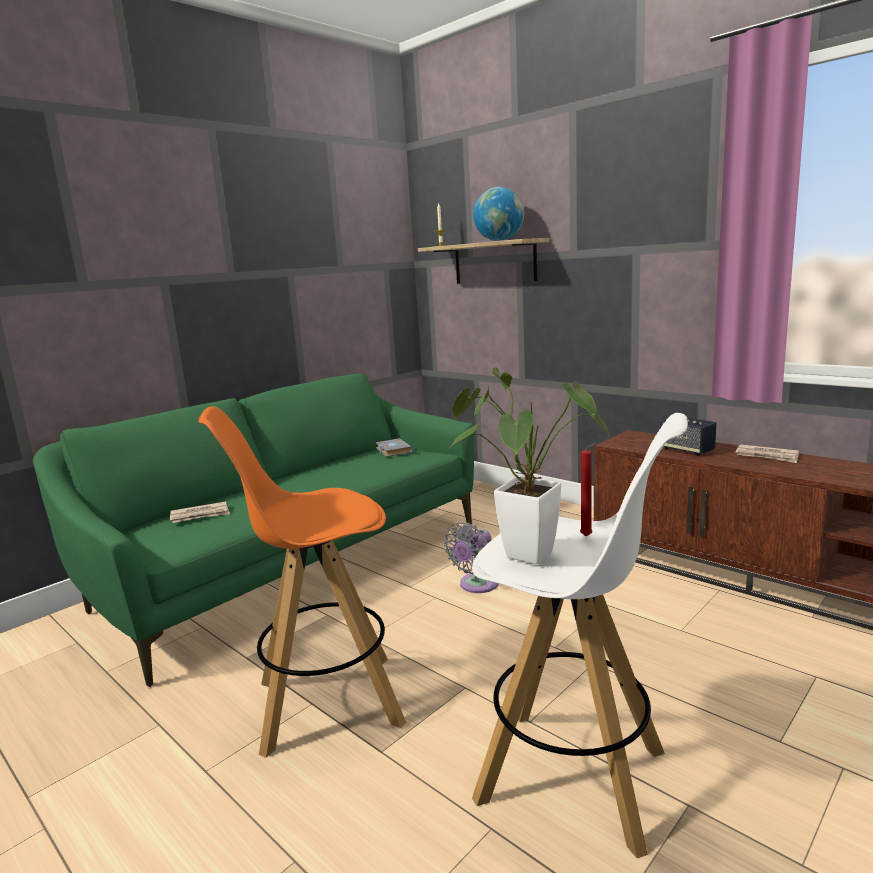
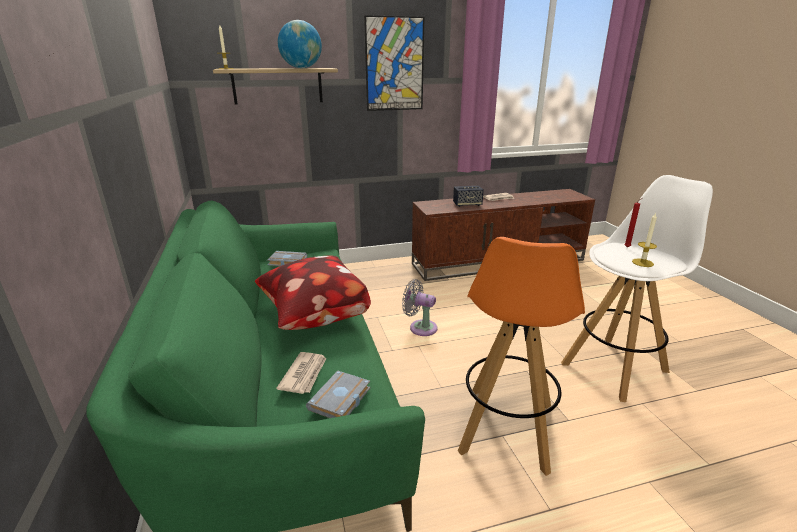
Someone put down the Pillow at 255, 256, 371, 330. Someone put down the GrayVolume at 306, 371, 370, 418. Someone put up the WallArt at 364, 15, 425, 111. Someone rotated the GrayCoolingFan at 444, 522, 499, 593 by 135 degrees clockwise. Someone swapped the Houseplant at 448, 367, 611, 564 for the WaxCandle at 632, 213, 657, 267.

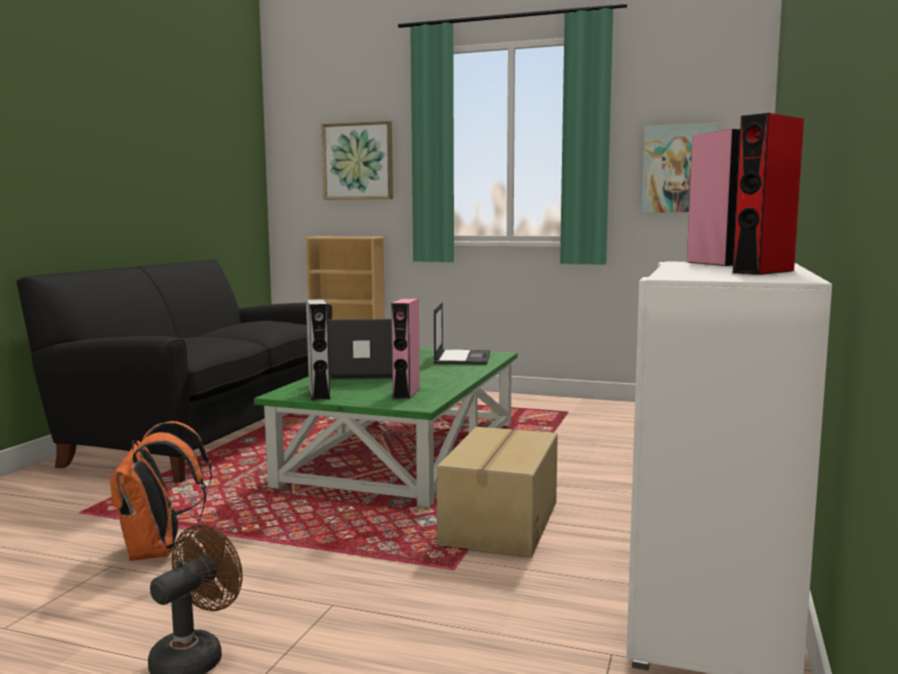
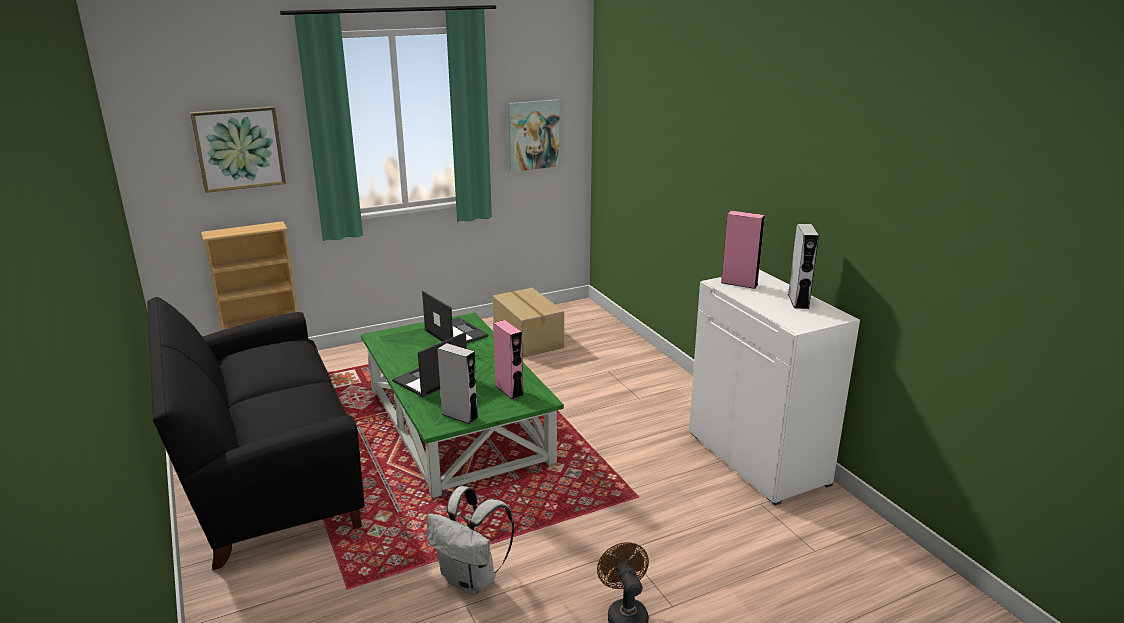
Someone repainted the OrangeyKnapsack at 110, 421, 212, 561, which became the WhiteKnapsack at 427, 486, 514, 595. Someone carried the PackingBox from 437, 427, 558, 558 to 493, 288, 564, 357. Someone repainted the RedLoudspeaker at 733, 113, 804, 275, which became the GrayLoudspeaker at 788, 224, 819, 309.

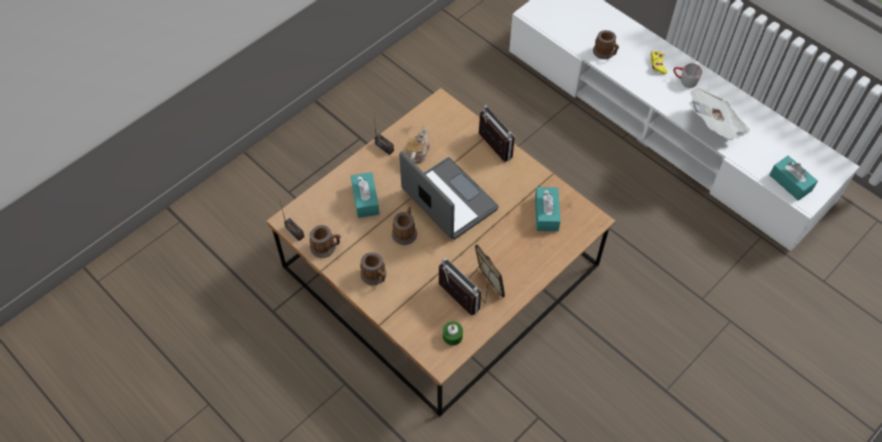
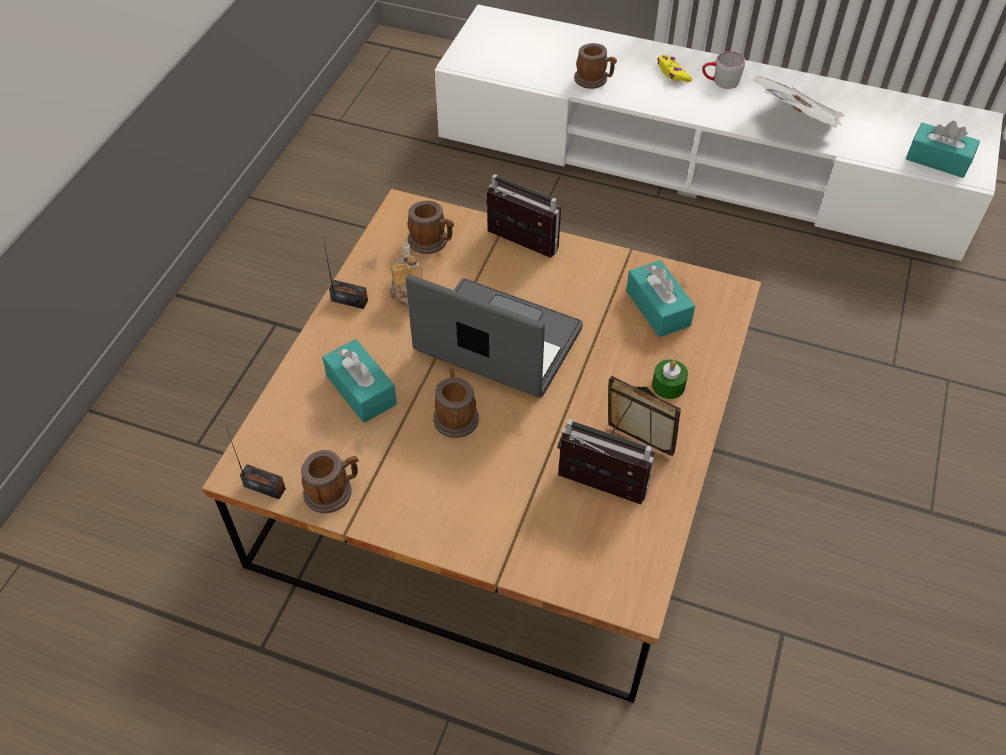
Someone carried the Mug from 360, 252, 386, 285 to 407, 200, 454, 254. Someone carried the GreenishWaxCandle from 443, 321, 463, 346 to 652, 359, 688, 399.

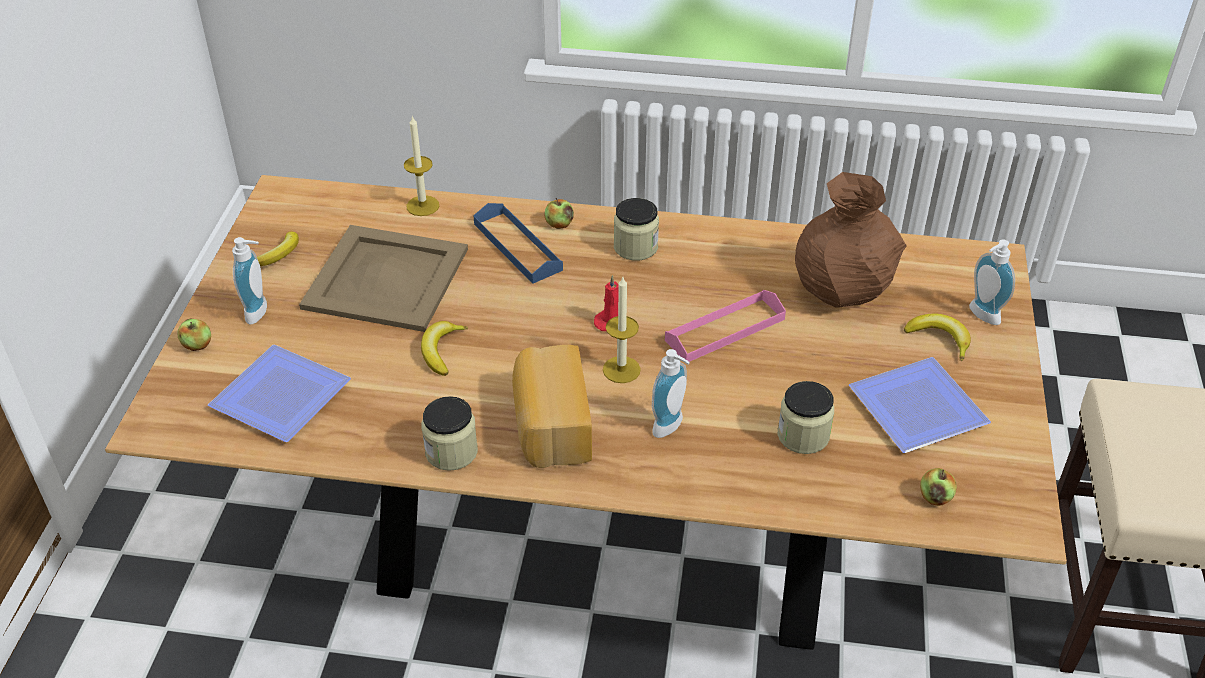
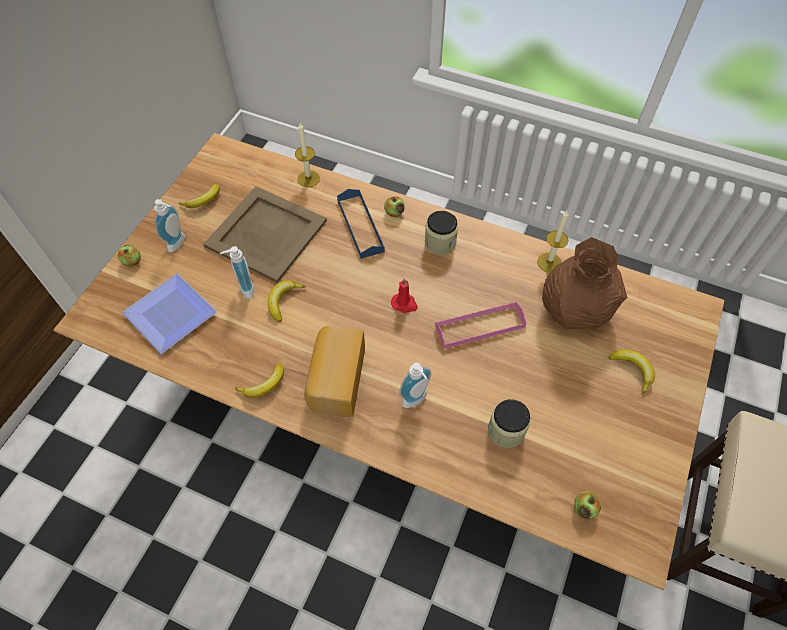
Someone carried the SoapDispenser from 969, 240, 1015, 325 to 220, 246, 254, 299. Someone swapped the PreserveJar at 421, 396, 478, 471 for the Banana at 235, 363, 284, 398. Someone carried the WaxCandle from 603, 277, 641, 383 to 537, 210, 569, 273. Someone took away the FlatDish at 849, 357, 991, 453.

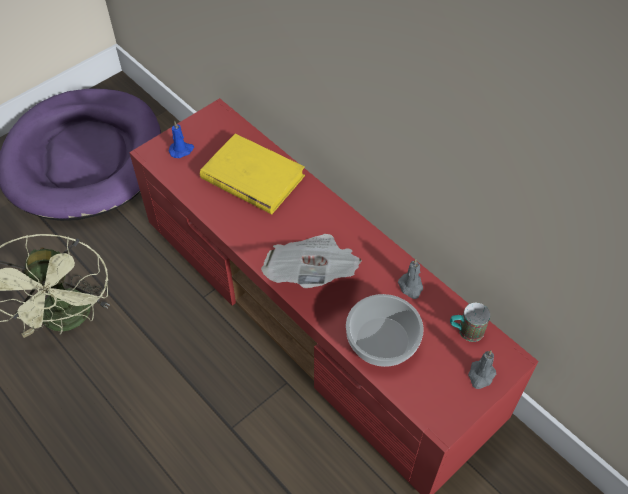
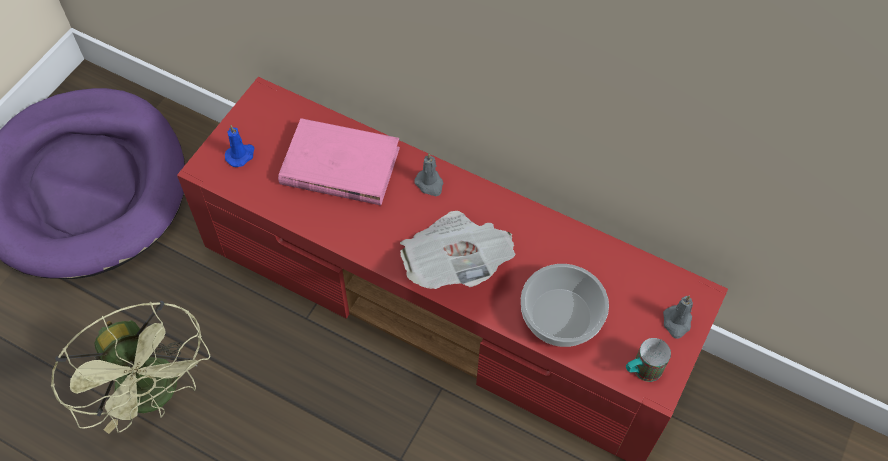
Someone repainted the YellowColouredVolume at 200, 133, 305, 214, which became the PinkishVolume at 278, 118, 400, 205. Someone carried the GrayWaxCandle from 398, 259, 423, 299 to 415, 153, 443, 196. Someone carried the Mug from 450, 303, 490, 342 to 626, 338, 671, 382.

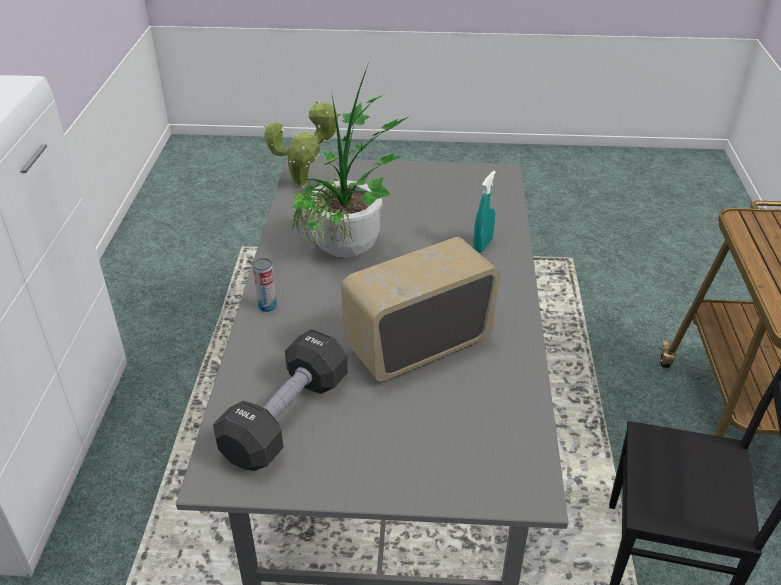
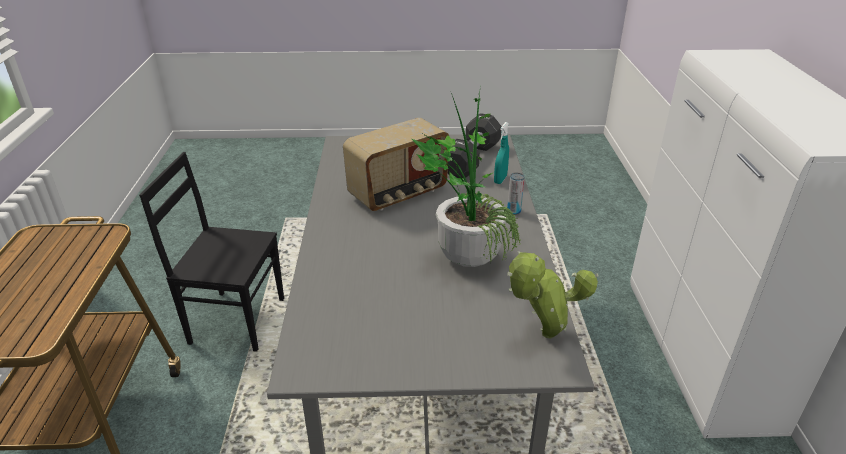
Someone carried the TurquoiseSprayBottle from 473, 171, 496, 253 to 494, 122, 509, 184.

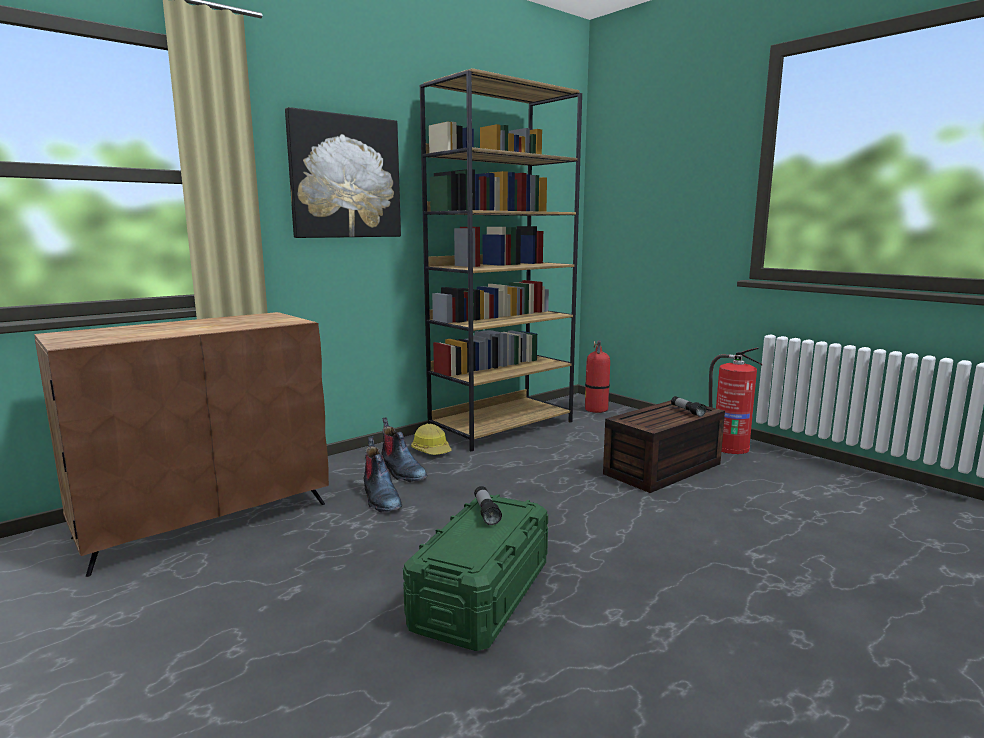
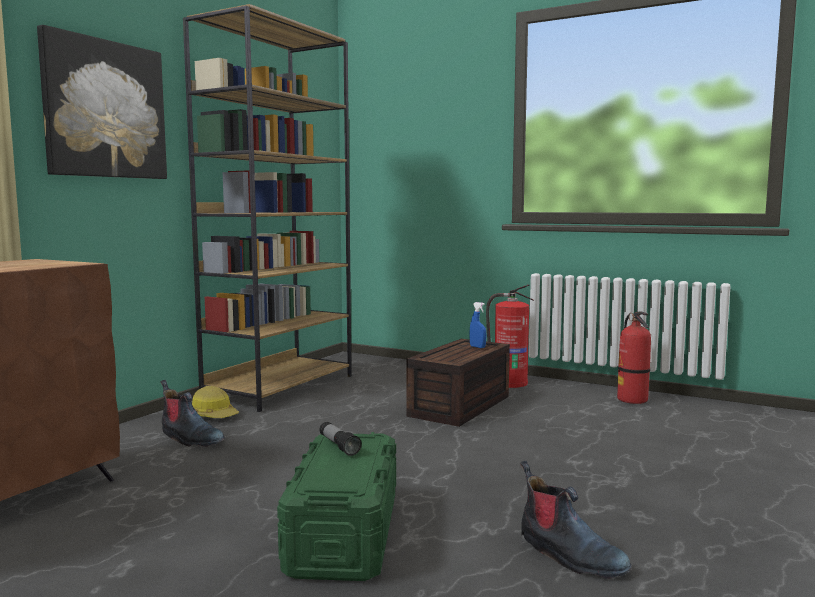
Someone swapped the Torch at 671, 396, 706, 417 for the BlueSprayBottle at 469, 302, 486, 348. Someone carried the Boot from 364, 436, 402, 512 to 520, 461, 632, 579. Someone carried the FireFightingCylinder from 585, 340, 610, 413 to 617, 312, 651, 404.

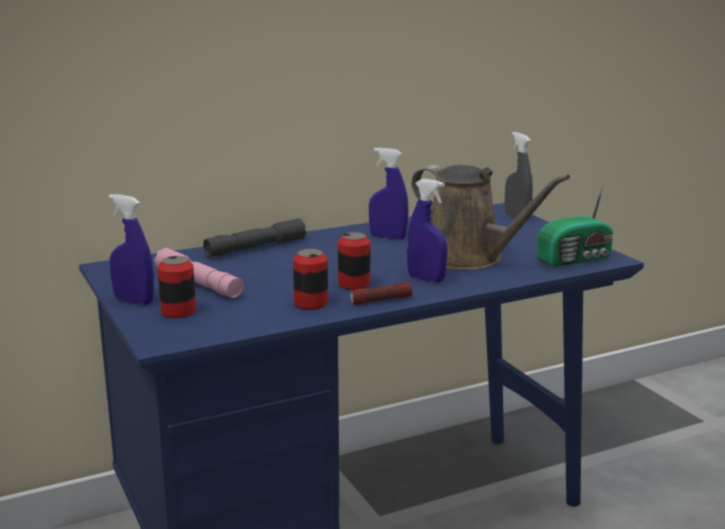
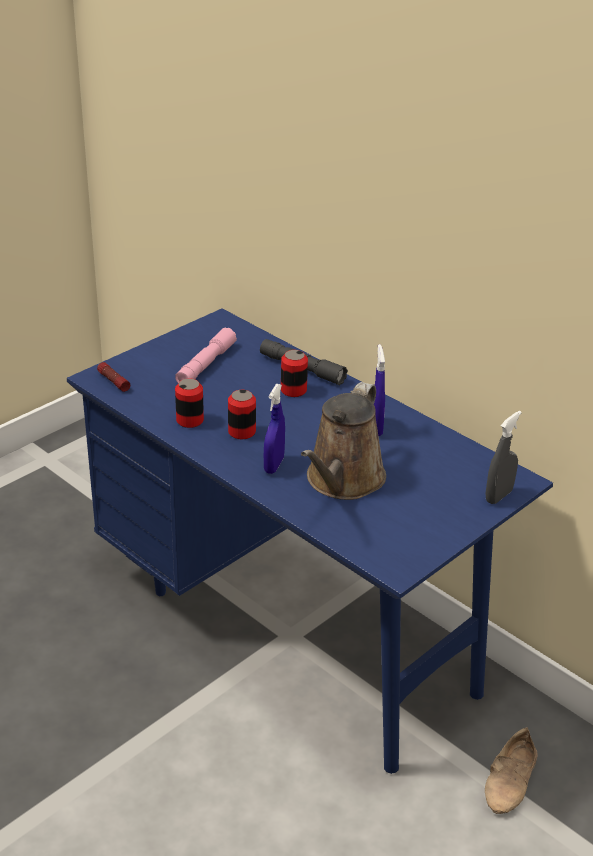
Someone carried the Torch from 350, 282, 412, 305 to 97, 362, 130, 392. Someone carried the SealedCan from 158, 256, 196, 318 to 281, 350, 308, 397. Someone put down the SandColouredLowShoe at 485, 727, 538, 814. Someone took away the BlueSprayBottle at 109, 194, 154, 305. Someone took away the Radio at 537, 180, 614, 267.

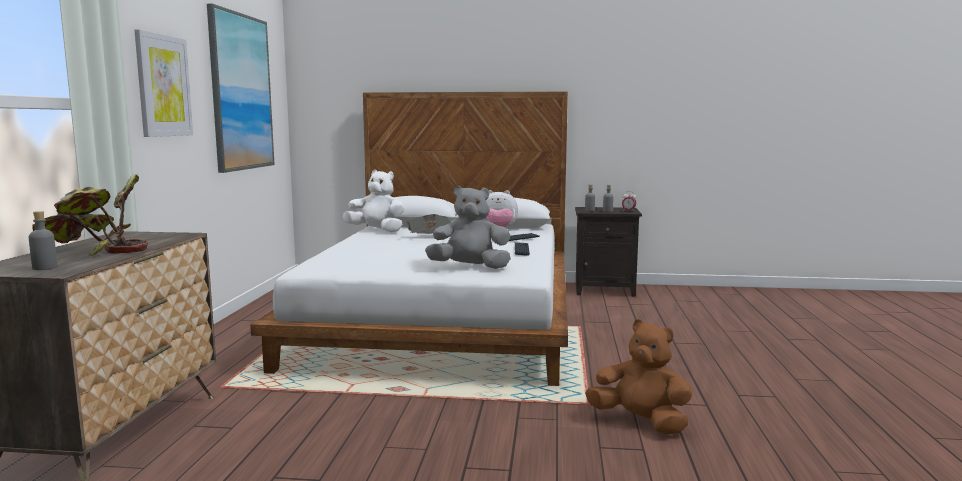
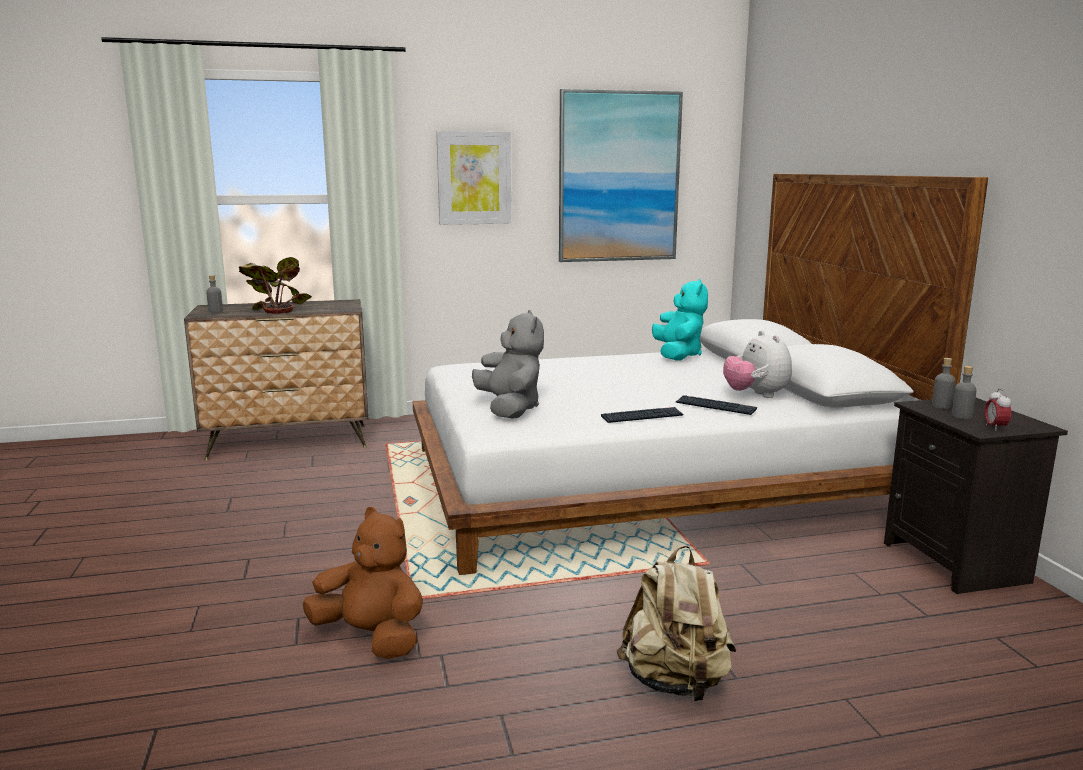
Someone rotated the BrownSoftToy at 585, 319, 693, 435 by 75 degrees counterclockwise. Someone put down the SandColouredKnapsack at 617, 545, 736, 701. Someone repainted the WhiteSoftToy at 343, 170, 404, 232, which became the TurquoiseSoftToy at 652, 279, 708, 360. Someone took away the PrintedPaper at 406, 214, 450, 234.

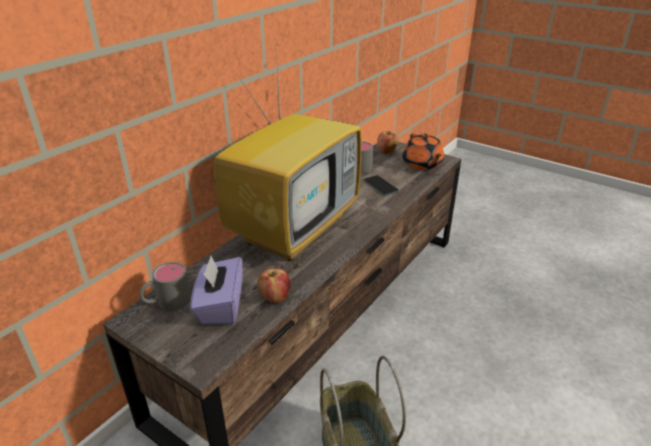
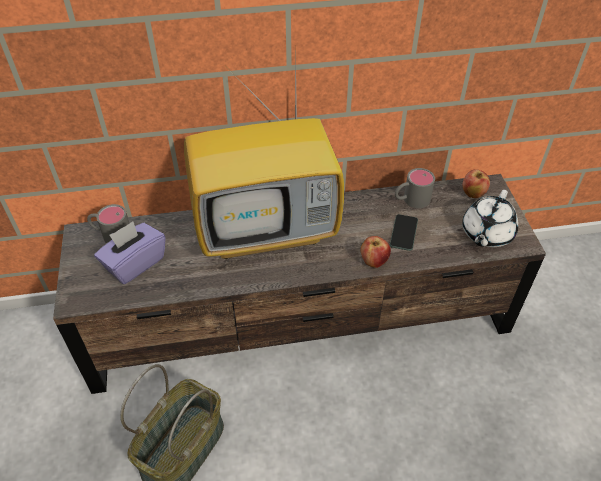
Someone carried the Apple from 258, 268, 290, 303 to 360, 236, 391, 268. Someone repainted the OrangeyTeaPot at 402, 133, 444, 170, which became the WhiteTeaPot at 462, 190, 518, 247.

